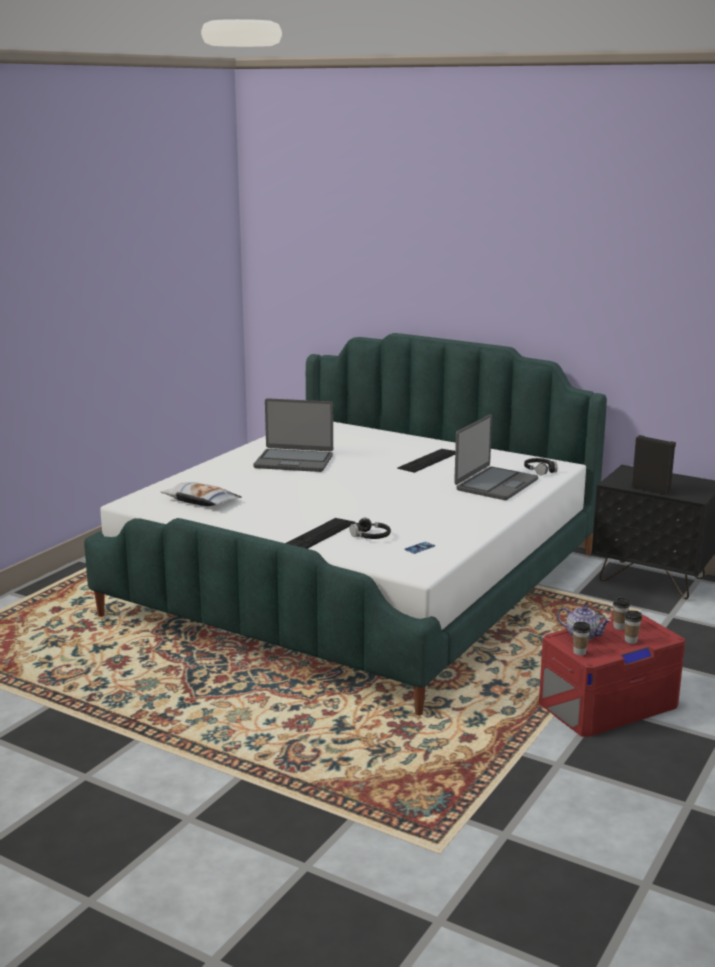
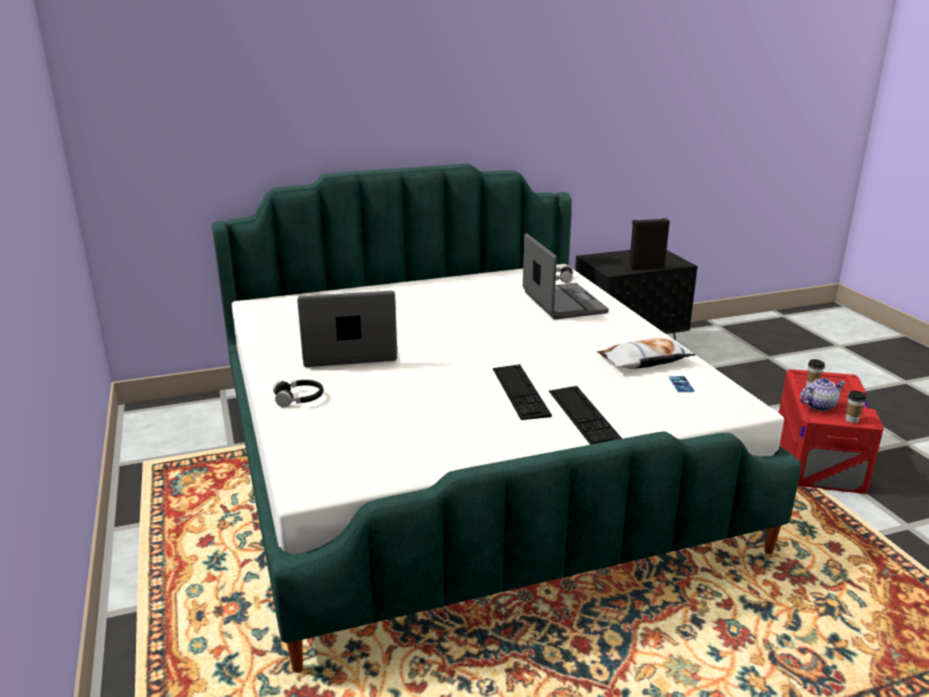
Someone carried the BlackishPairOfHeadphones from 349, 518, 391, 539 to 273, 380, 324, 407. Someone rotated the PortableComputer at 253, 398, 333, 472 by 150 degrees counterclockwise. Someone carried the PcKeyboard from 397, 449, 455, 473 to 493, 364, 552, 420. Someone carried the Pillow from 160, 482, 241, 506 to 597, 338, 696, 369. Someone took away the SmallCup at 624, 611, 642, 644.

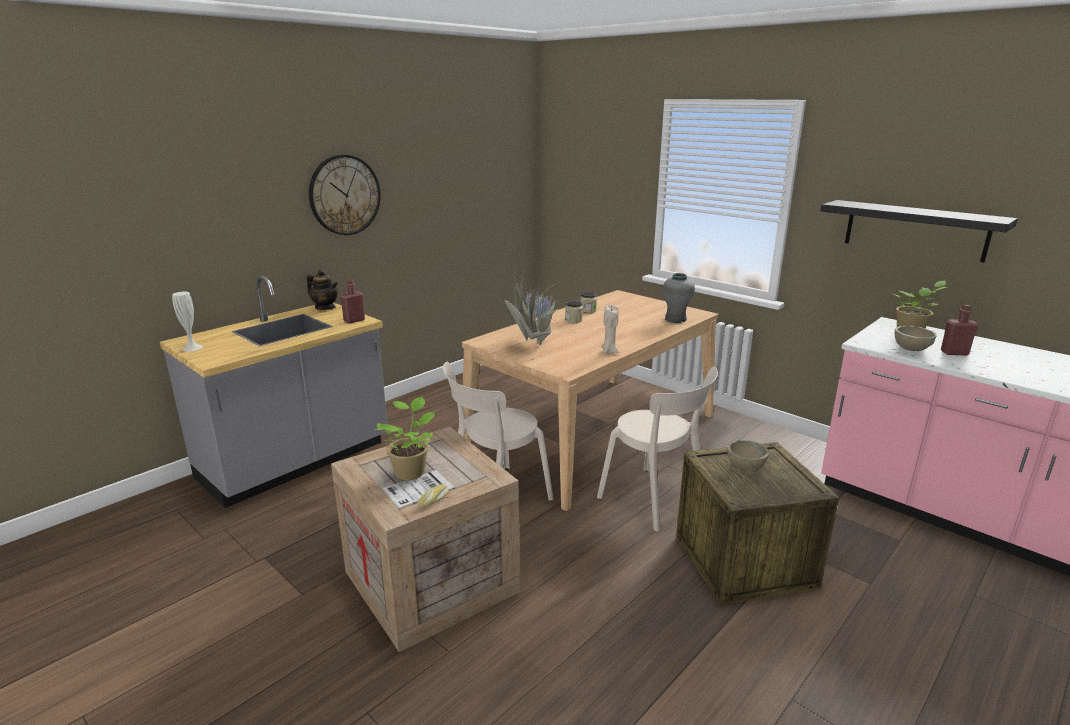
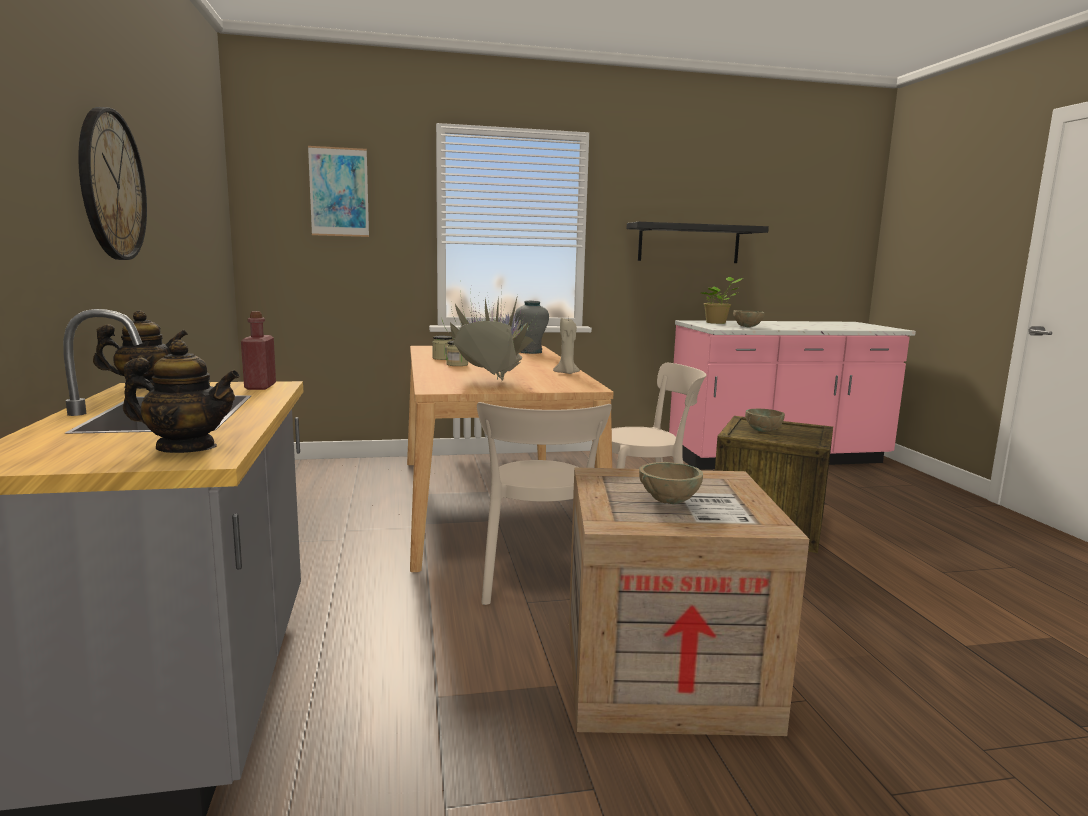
Someone put down the TeaPot at 123, 340, 240, 453. Someone put up the WallArt at 308, 146, 369, 237. Someone swapped the Houseplant at 375, 396, 435, 480 for the SandColouredBowl at 639, 462, 703, 504. Someone took away the WhiteFlowerVase at 172, 292, 203, 352. Someone took away the BakeryBread at 418, 484, 449, 508. Someone took away the RedBottle at 941, 305, 978, 355.

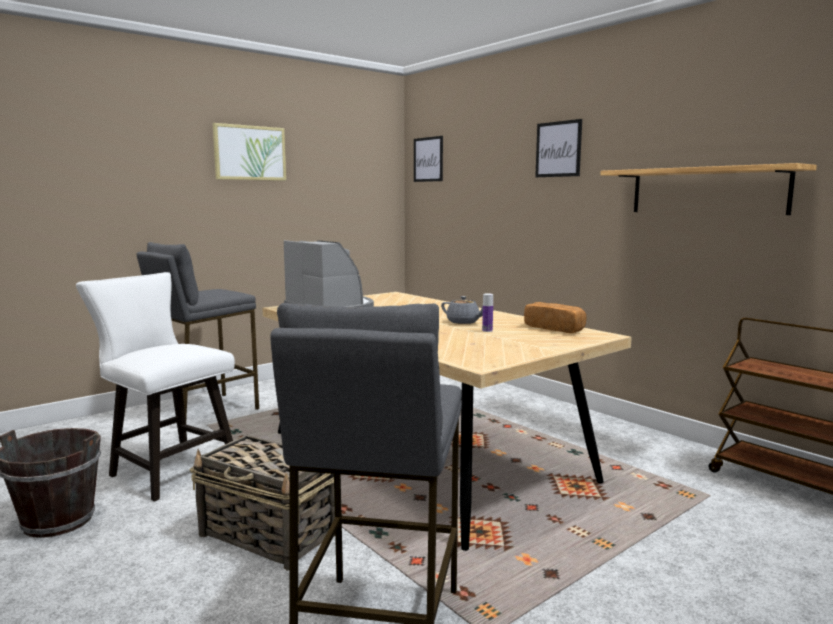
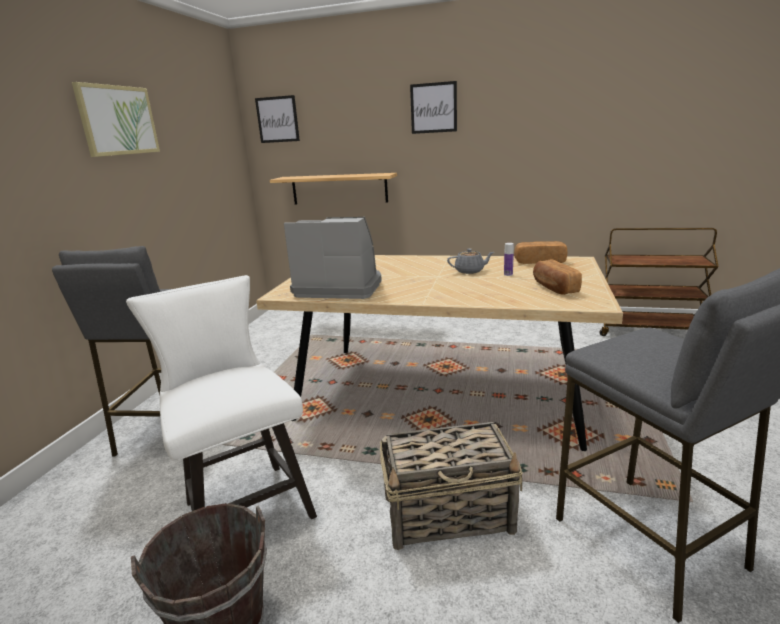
Someone rotated the WhitePlainChair at 76, 272, 235, 502 by 60 degrees clockwise. Someone carried the BracketShelf from 600, 163, 817, 215 to 270, 173, 397, 204. Someone put down the BakeryBread at 533, 259, 582, 295.

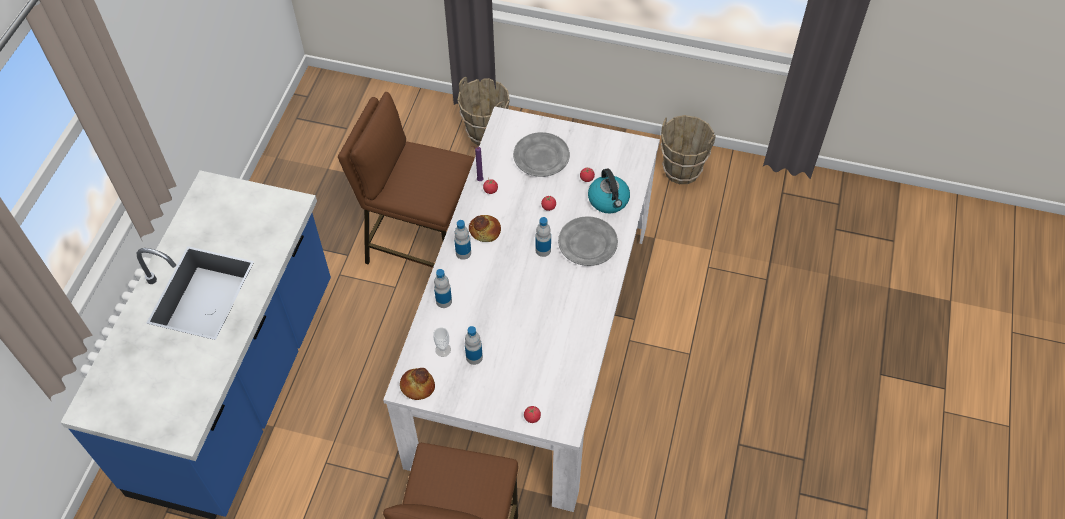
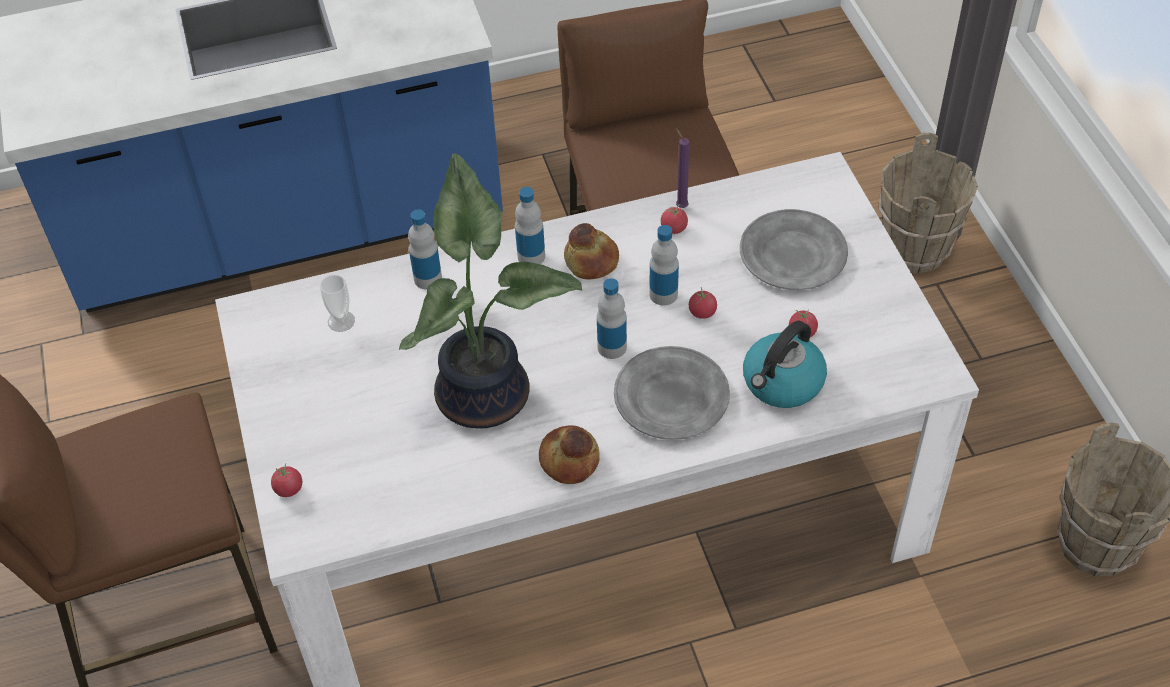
Someone put down the Houseplant at 399, 153, 583, 429. Someone carried the BakeryBread from 400, 368, 435, 400 to 539, 425, 600, 484. Someone carried the Bottle from 465, 326, 483, 365 to 649, 225, 679, 305.

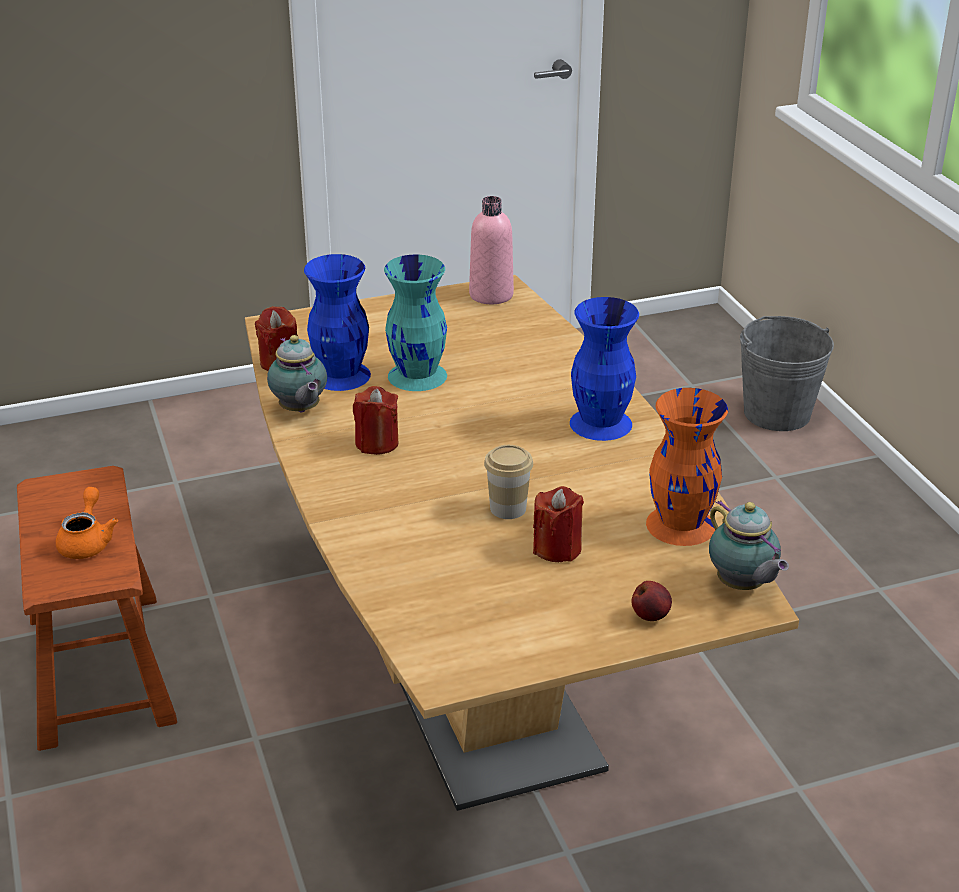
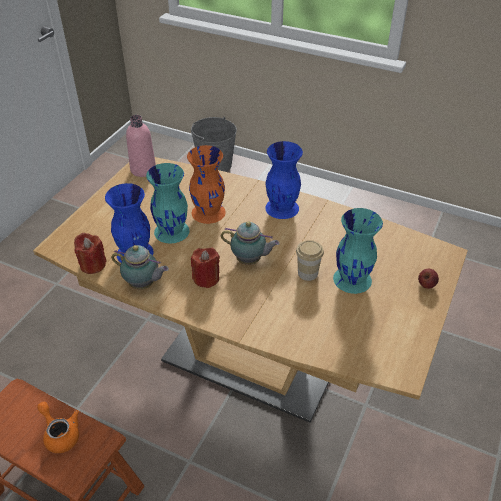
Someone carried the OrangeyFlowerVase from 646, 388, 728, 546 to 187, 145, 226, 224. Someone carried the TeaPot from 709, 500, 789, 590 to 221, 221, 280, 265. Someone swapped the RedWaxCandle at 533, 486, 584, 562 for the TurquoiseFlowerVase at 333, 208, 383, 294.

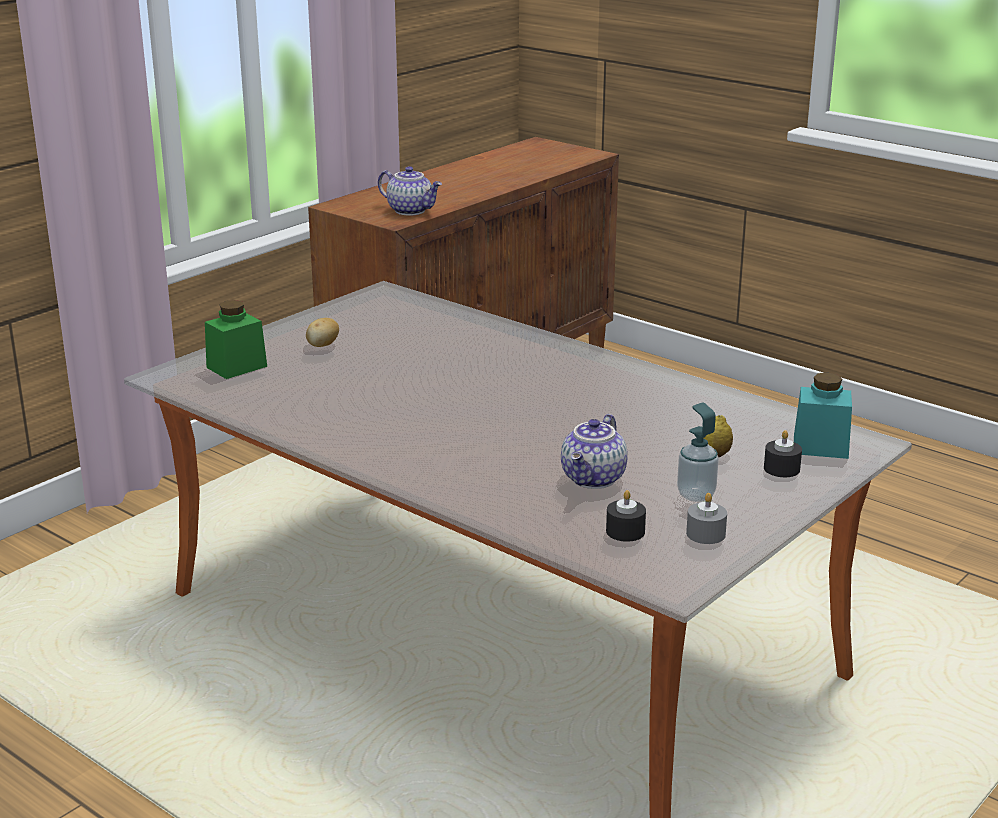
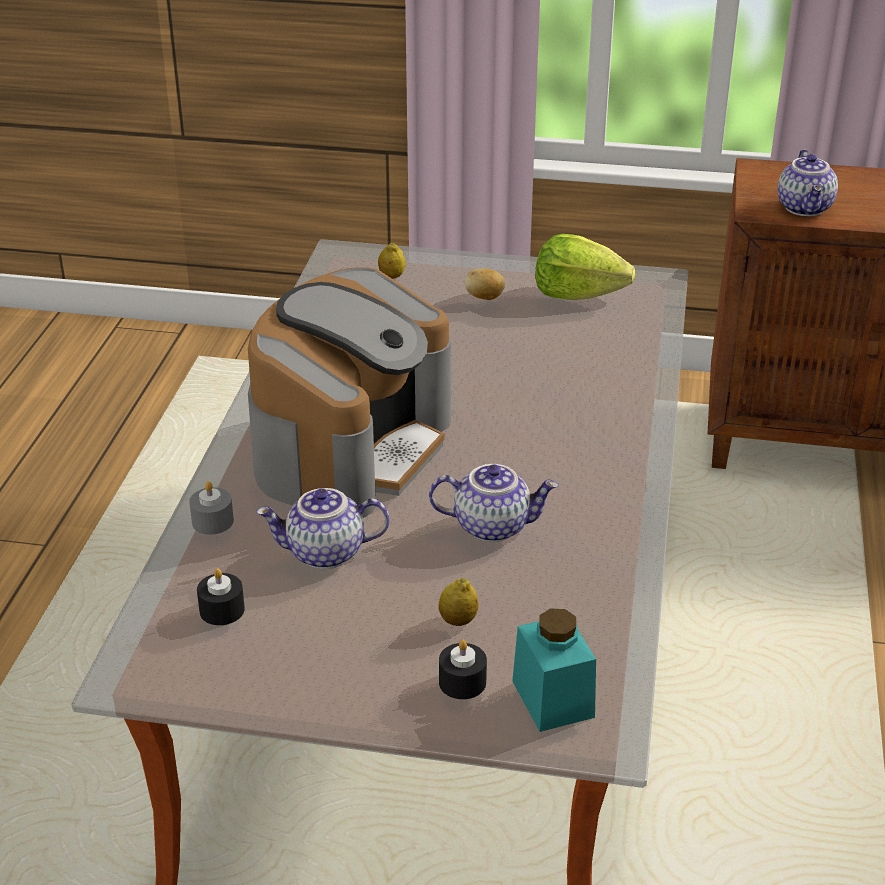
Someone carried the GrayWaxCandle from 686, 493, 727, 544 to 189, 481, 234, 535. Someone put down the CoffeeMachine at 248, 267, 451, 518. Someone swapped the GreenishPreserveJar at 205, 300, 267, 379 for the CitrusFruit at 378, 243, 406, 279. Someone put down the TeaPot at 429, 464, 559, 542. Someone put down the HeadOfLettuce at 535, 234, 635, 300. Someone took away the SoapDispenser at 677, 403, 719, 502.

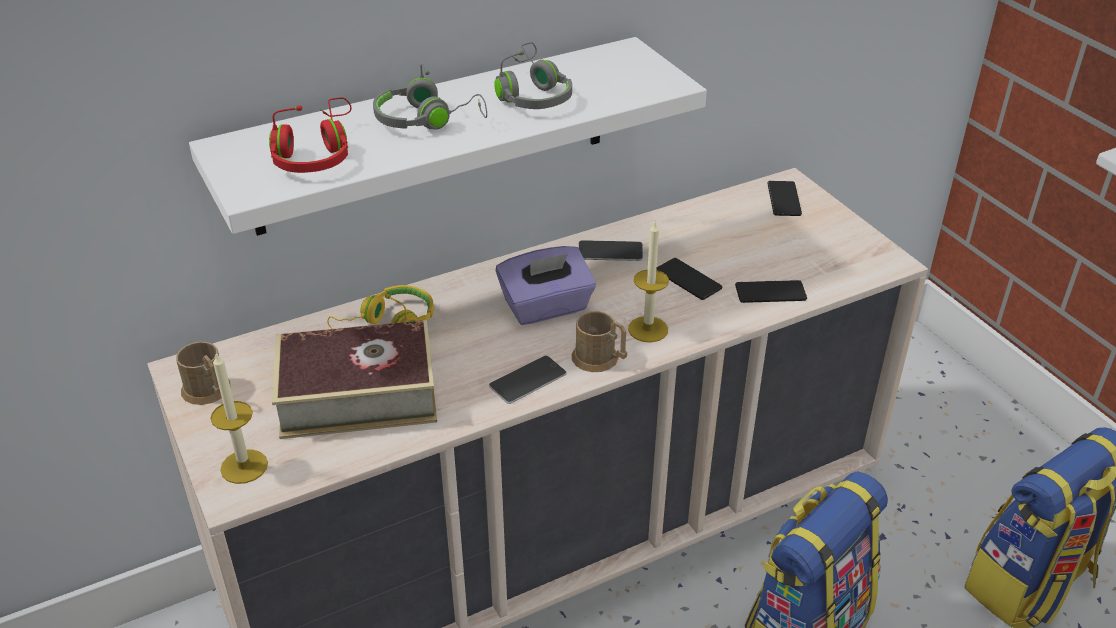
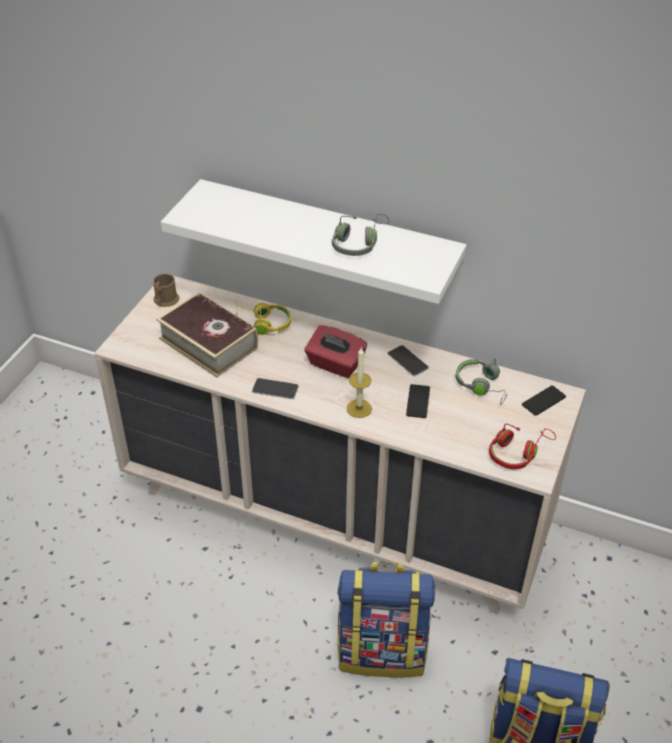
Someone repainted the PurplishBoxOfTissues at 496, 246, 596, 325, which became the RedBoxOfTissues at 304, 325, 367, 378. Someone carried the GrayPairOfHeadphones from 373, 64, 487, 130 to 456, 358, 508, 405. Someone carried the RedPairOfHeadphones from 269, 97, 352, 173 to 489, 424, 556, 469. Someone took away the WaxCandle at 210, 353, 268, 484. Someone took away the BrownMug at 572, 311, 627, 372. Someone took away the Telephone at 735, 280, 807, 303.

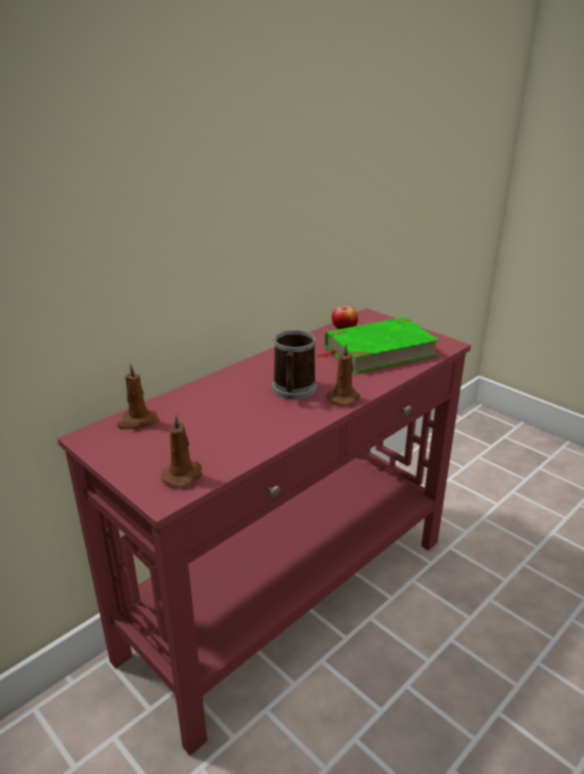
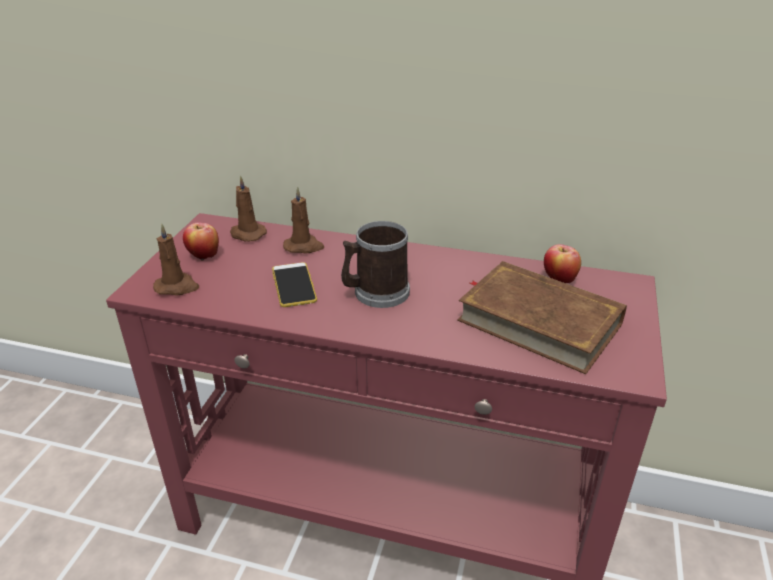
Someone put down the Apple at 183, 222, 219, 260. Someone put down the Telephone at 272, 262, 317, 307. Someone carried the BrownWaxCandle from 326, 344, 360, 406 to 283, 187, 324, 253. Someone repainted the GreenishVolume at 317, 317, 440, 374, which became the BrownVolume at 457, 261, 627, 374.

